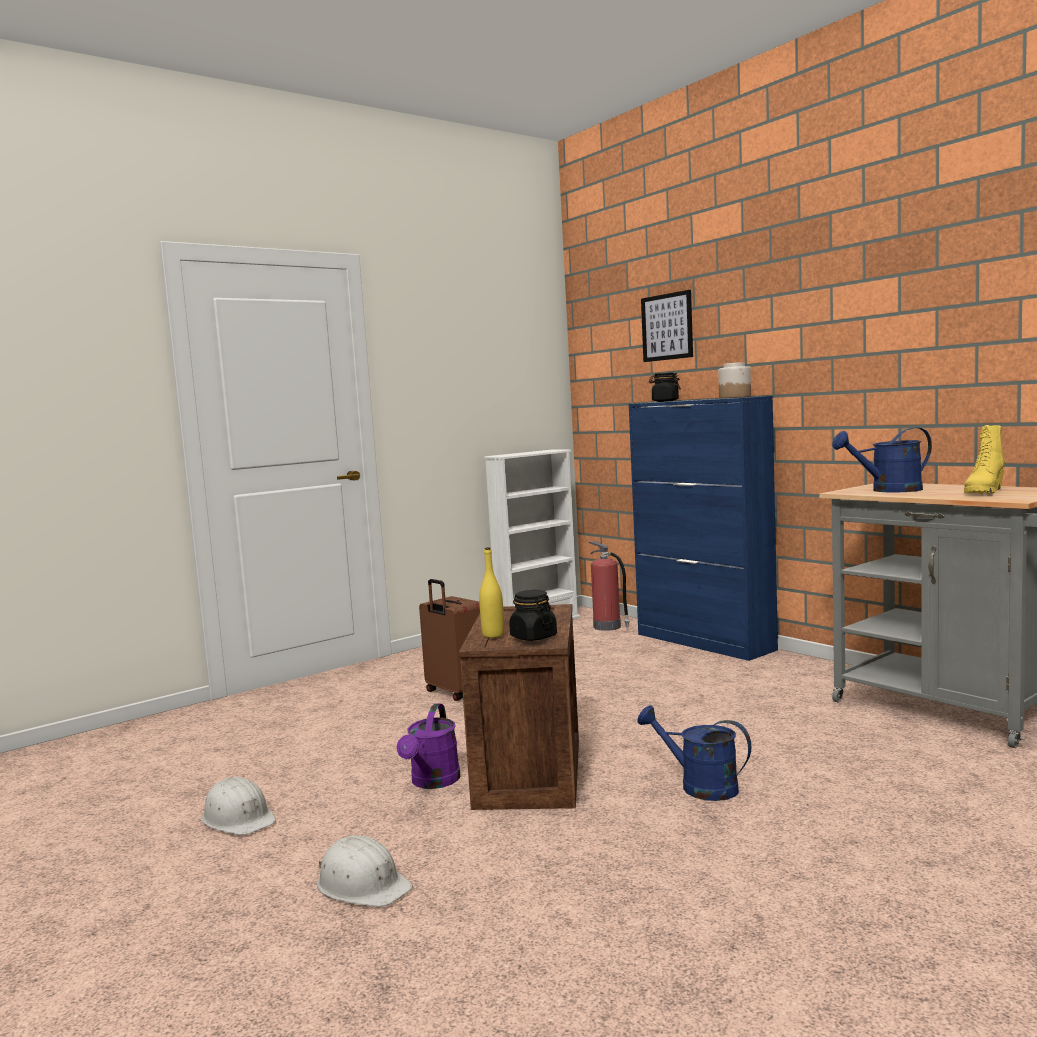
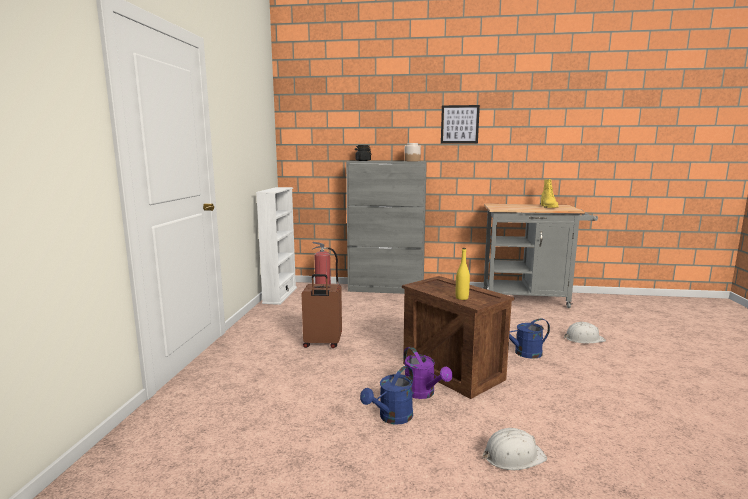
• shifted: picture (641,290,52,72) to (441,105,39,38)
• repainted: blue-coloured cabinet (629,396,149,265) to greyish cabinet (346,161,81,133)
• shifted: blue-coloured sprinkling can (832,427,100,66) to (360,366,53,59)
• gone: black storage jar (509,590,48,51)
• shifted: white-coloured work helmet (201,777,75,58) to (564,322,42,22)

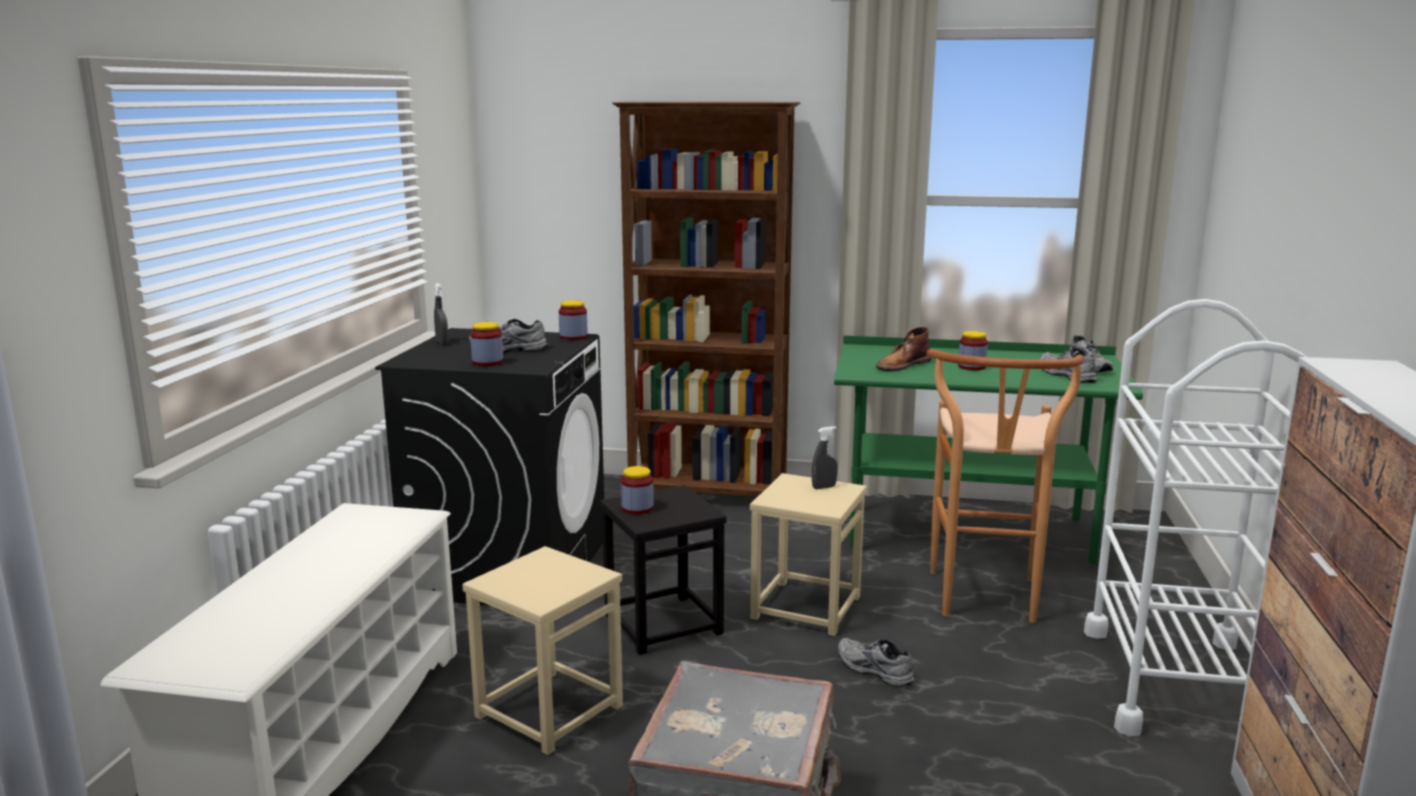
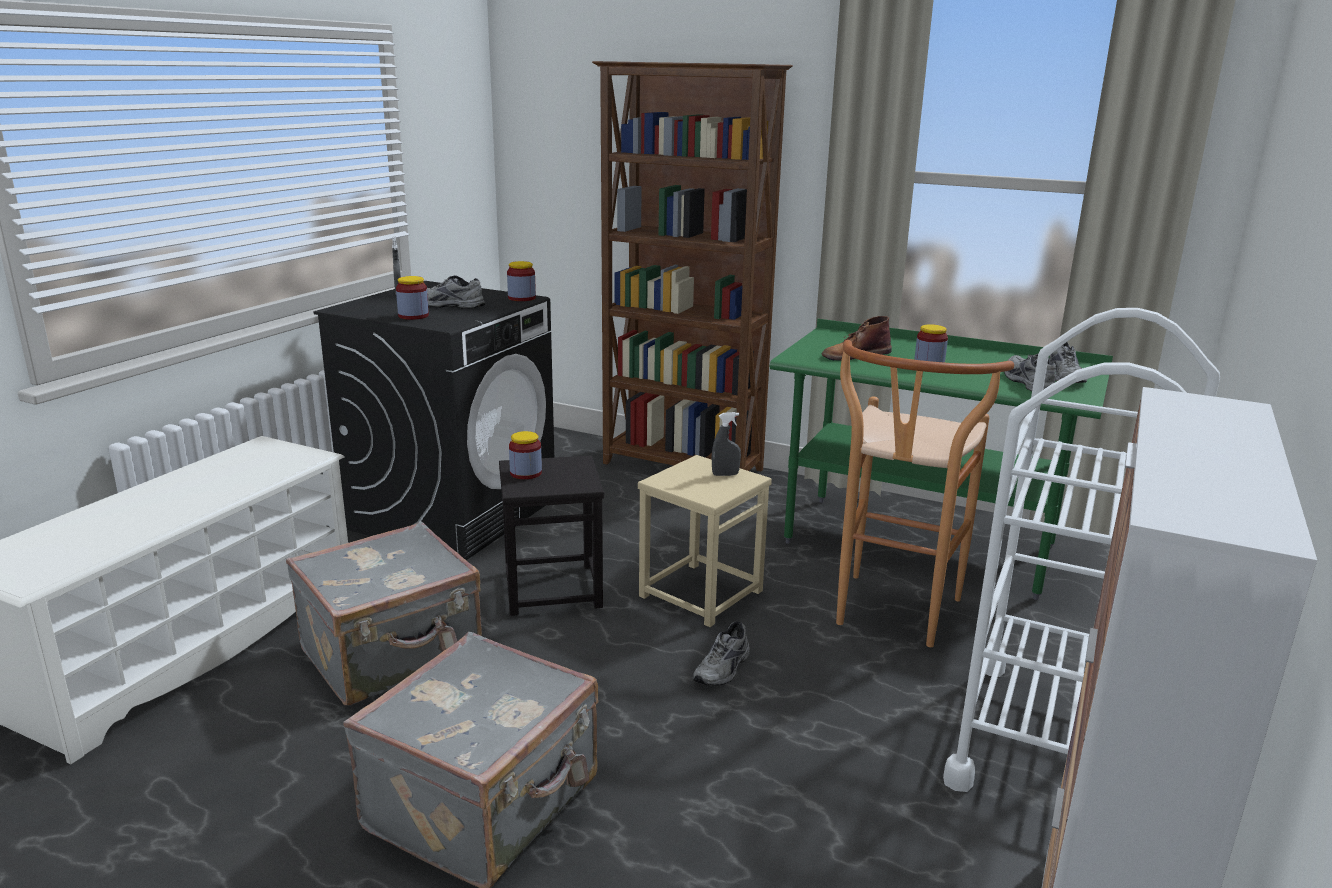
• swapped: sand-coloured stool (462,546,161,209) to greyish travel case (286,521,196,184)
• rotated: greyish item of footwear (838,638,76,49) = (693,622,57,64) 120 degrees counterclockwise

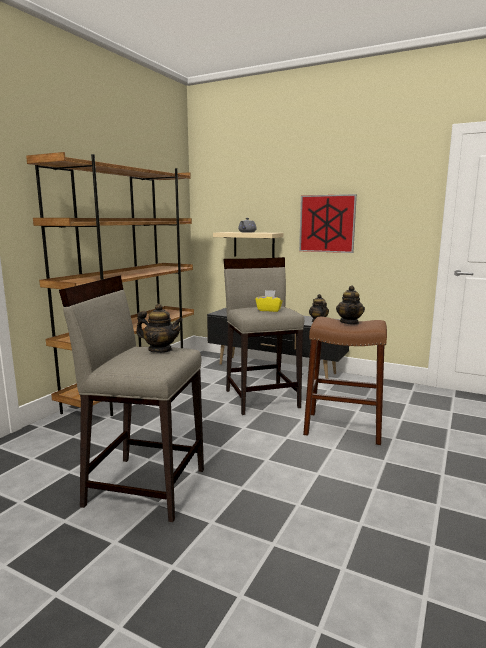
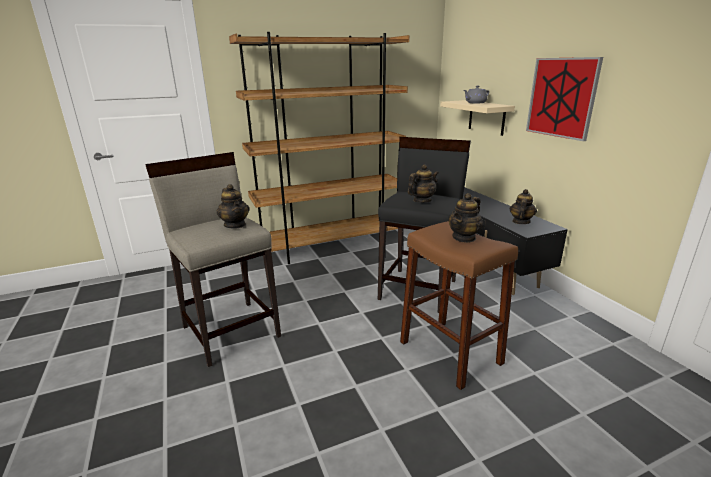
• repainted: sand-coloured stool (223,257,81,158) to black stool (378,137,93,176)
• swapped: yellowish tissue box (255,290,28,22) to teapot (407,164,32,39)

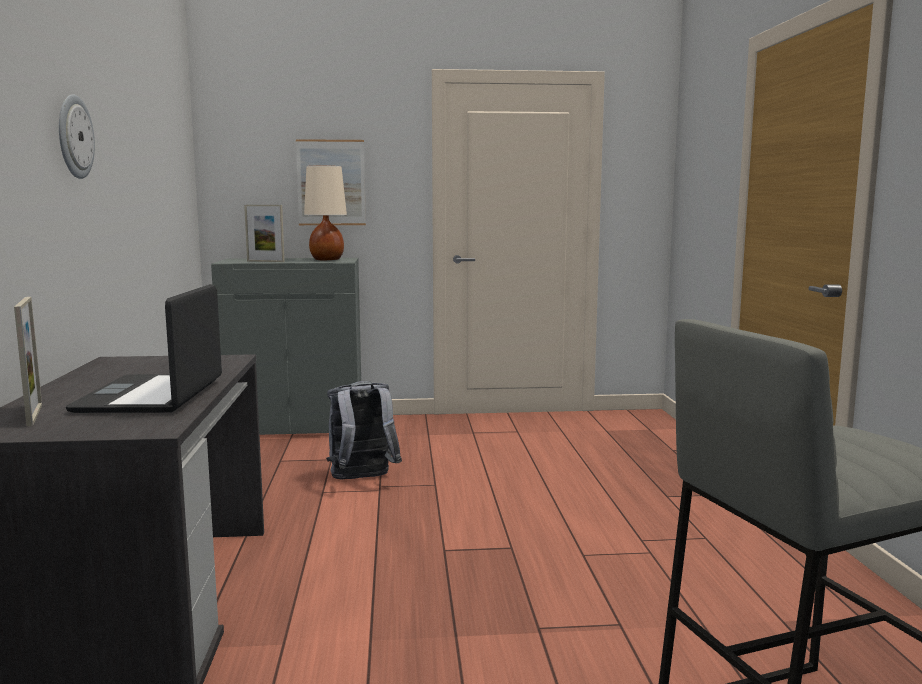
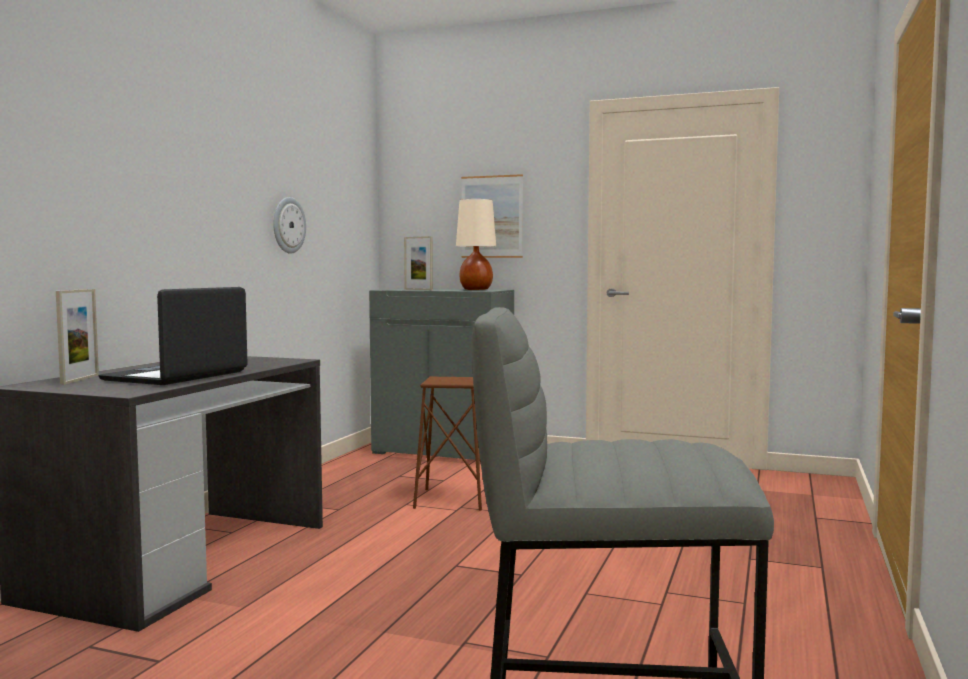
• shifted: clock on the wall (59,94,36,85) to (273,197,33,57)
• swapped: greyish rucksack (326,381,76,99) to brownish stool (413,377,69,134)

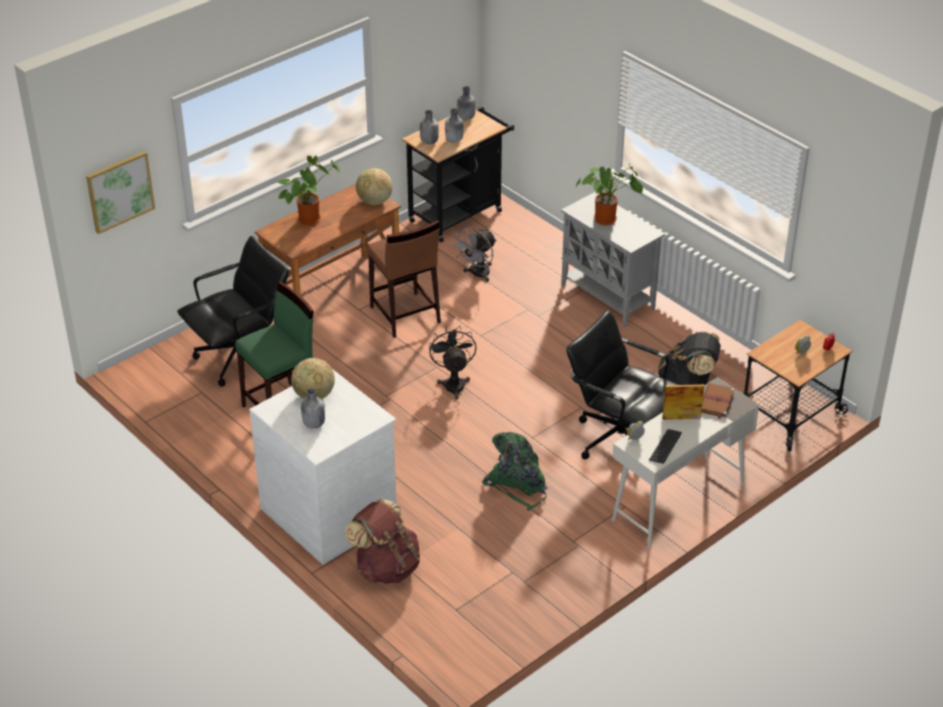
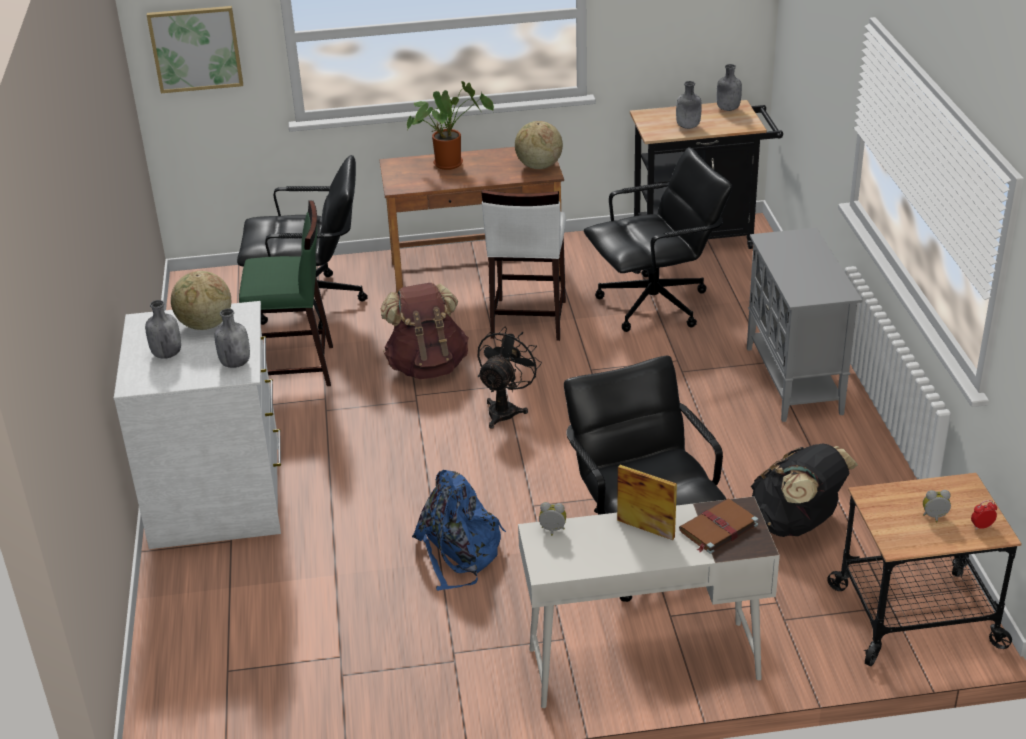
• shifted: greyish drink bottle (420,110,19,34) to (215,309,35,59)
• gone: plant in a pot (575,164,68,61)
• repainted: brownish stool (367,220,74,118) to white-coloured stool (482,190,84,151)
• swapped: greyish fan (452,228,45,54) to black desk chair (584,147,148,185)
• gone: keyboard (649,429,33,35)
• repainted: green rucksack (482,432,65,79) to blue-coloured rucksack (412,470,94,121)
• shifted: brownish rucksack (344,499,76,85) to (381,283,87,96)

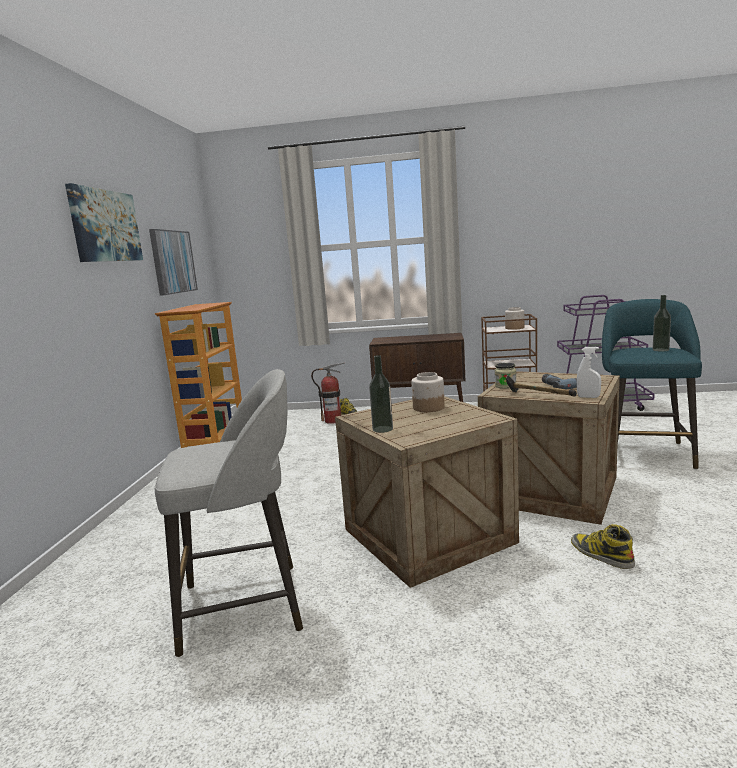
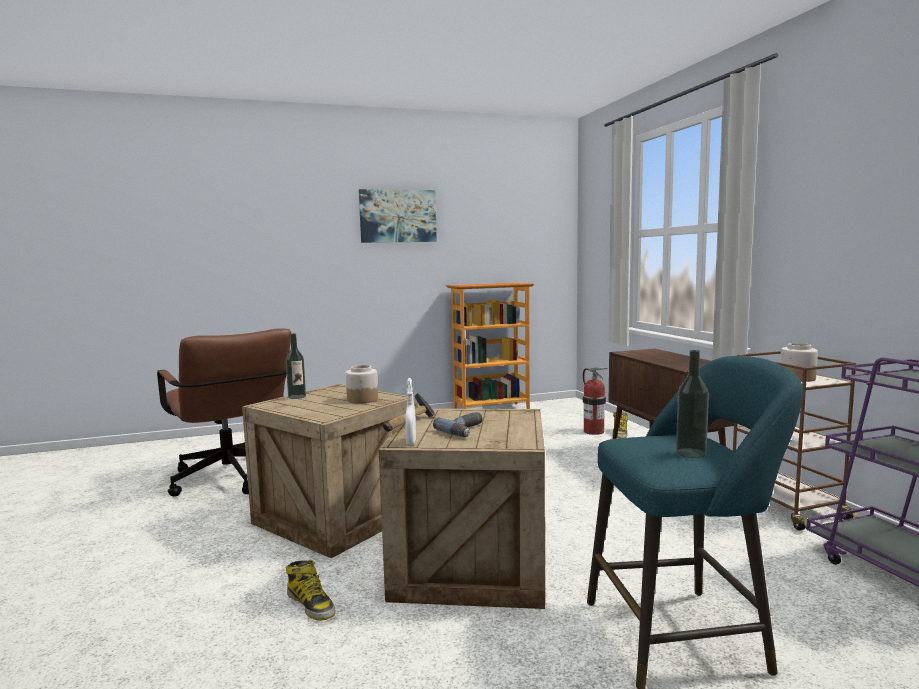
• gone: picture (149,229,49,67)
• gone: storage jar (495,363,21,26)
• swapped: greyish stool (155,369,148,288) to brownish desk chair (157,328,134,168)
• rotated: boot (571,524,64,45) = (286,560,50,61) 105 degrees clockwise

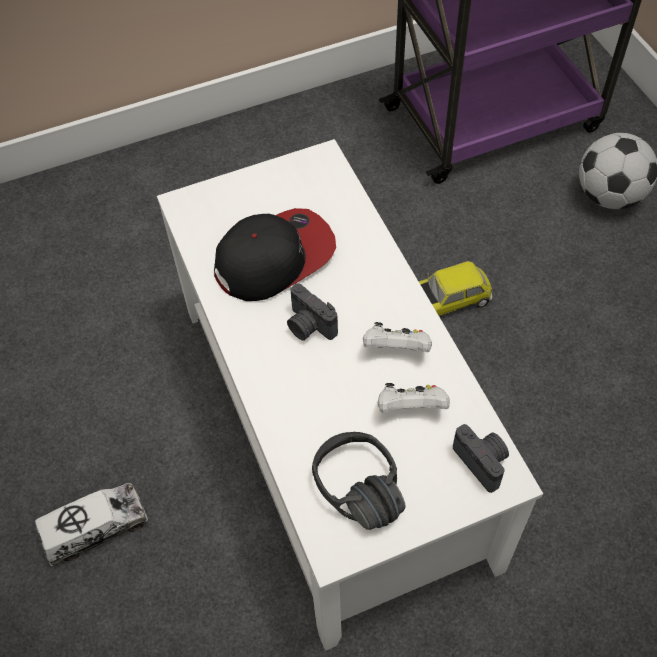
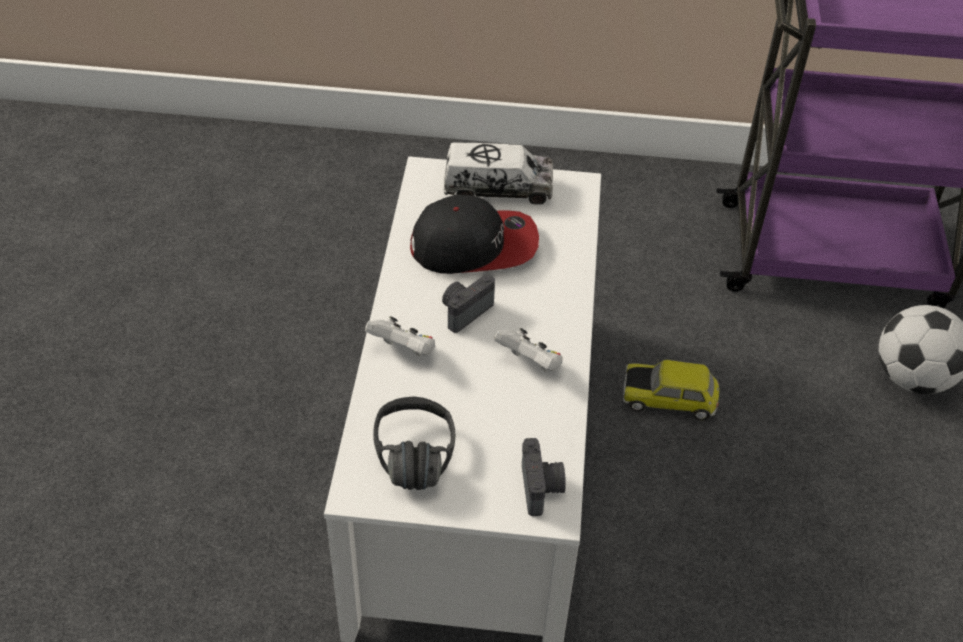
• rotated: photo camera (287,283,51,58) = (442,274,53,59) 60 degrees clockwise
• shifted: white-coloured joypad (378,383,72,30) to (365,316,70,40)
• shifted: toy truck (35,483,113,83) to (444,143,109,62)

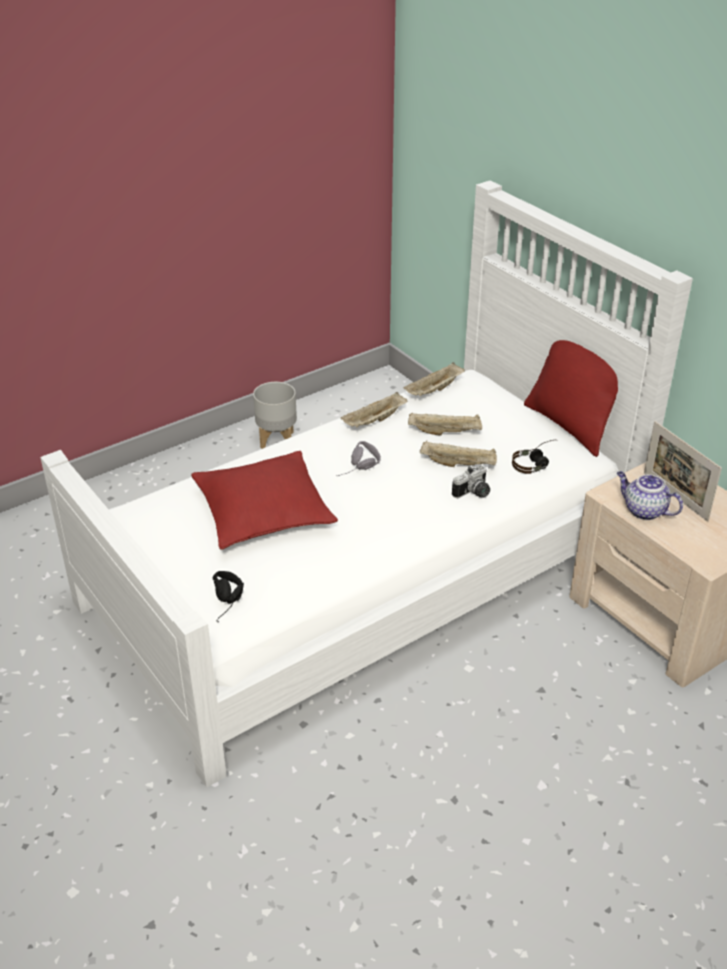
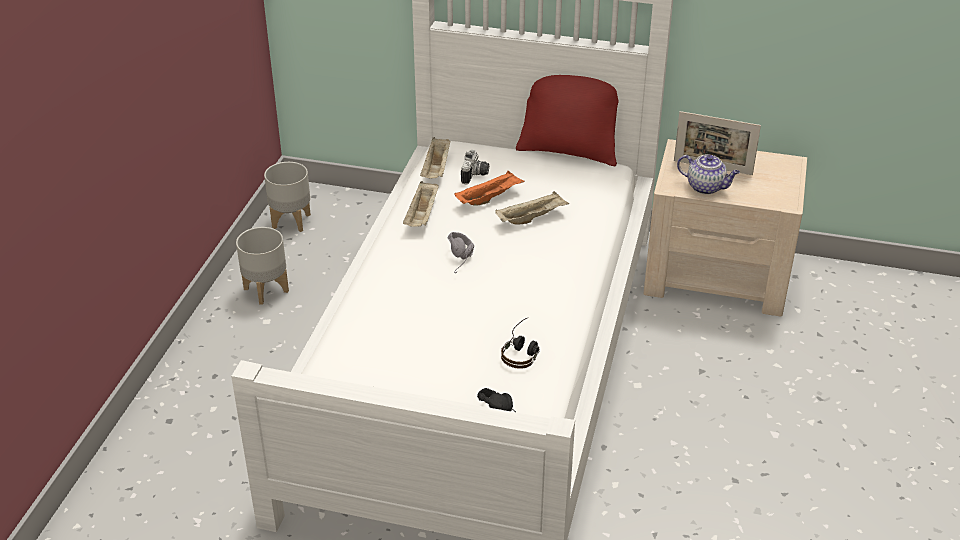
• repainted: sand-coloured tray (408,412,74,24) to orangey tray (455,171,70,35)
• shifted: headphones (512,440,41,34) to (501,318,39,51)
• gone: red-coloured cushion (191,451,147,98)
• shifted: photo camera (452,465,38,33) to (461,150,28,34)
• rotated: teapot (617,471,66,49) = (677,155,63,39) 150 degrees counterclockwise
• new: greyish plant pot (264,162,47,70)

